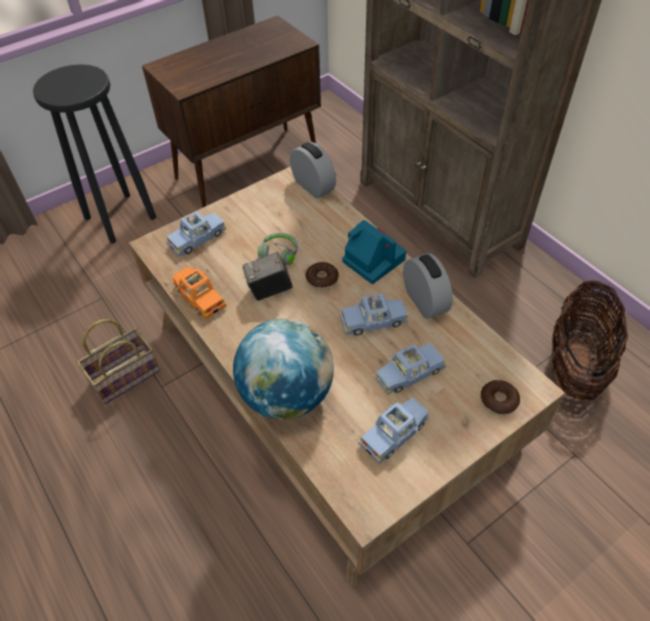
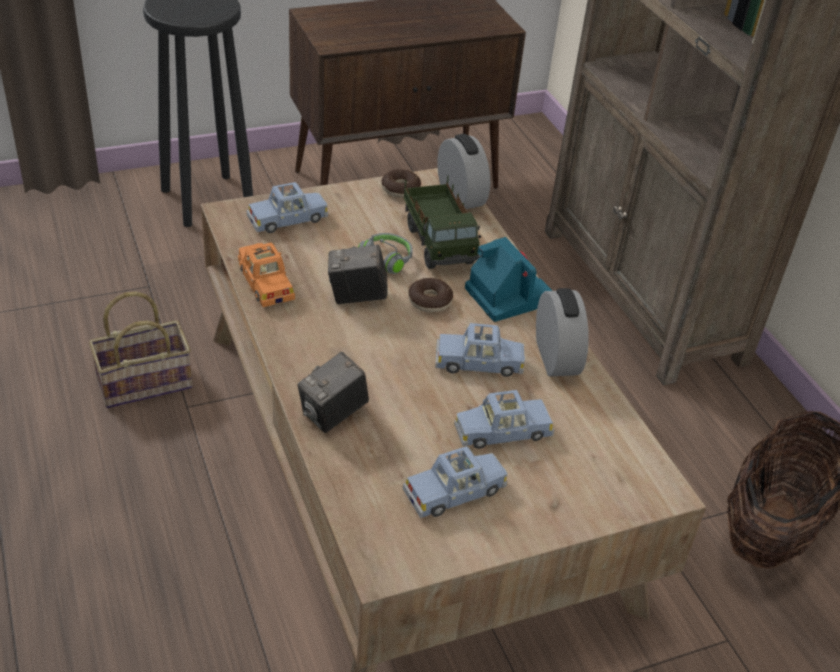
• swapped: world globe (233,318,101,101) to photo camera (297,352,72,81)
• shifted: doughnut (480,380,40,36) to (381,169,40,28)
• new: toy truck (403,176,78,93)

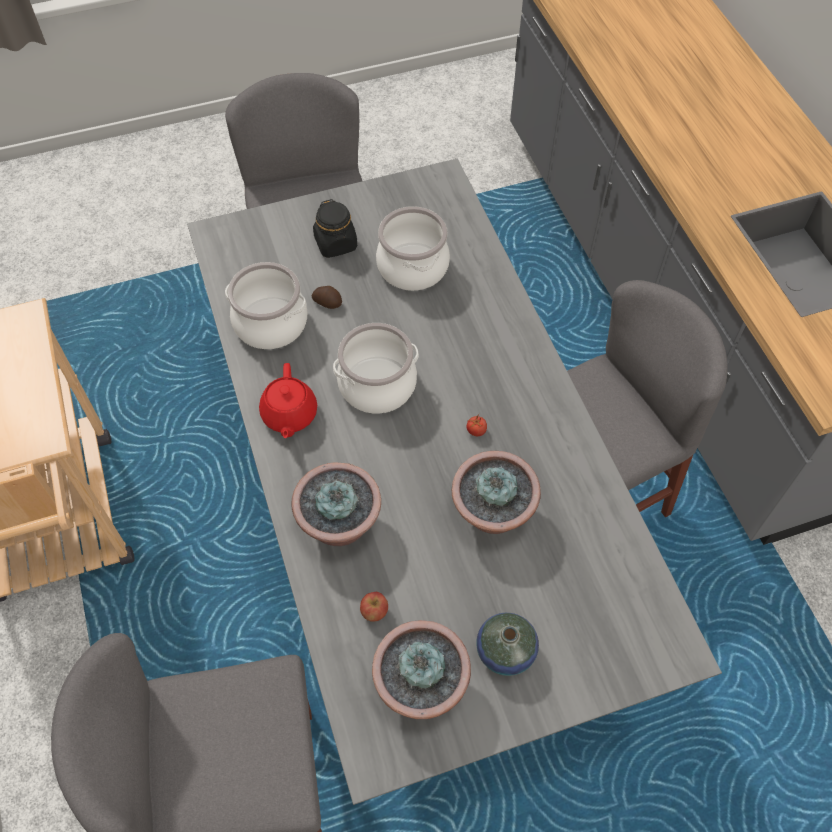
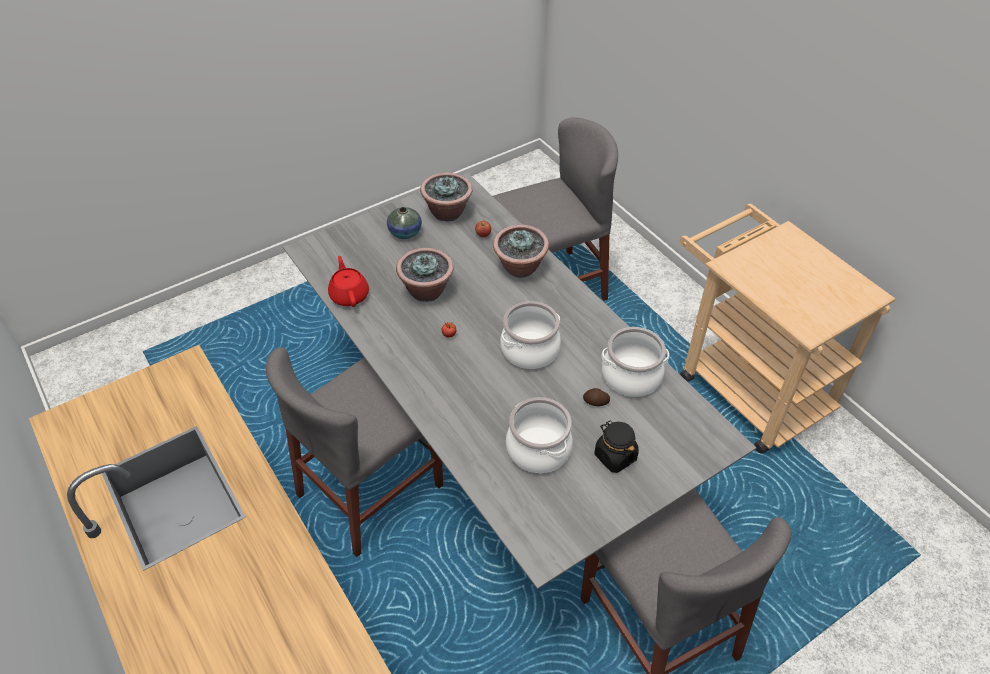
• shifted: red-coloured teapot (259,363,58,75) to (328,256,41,51)

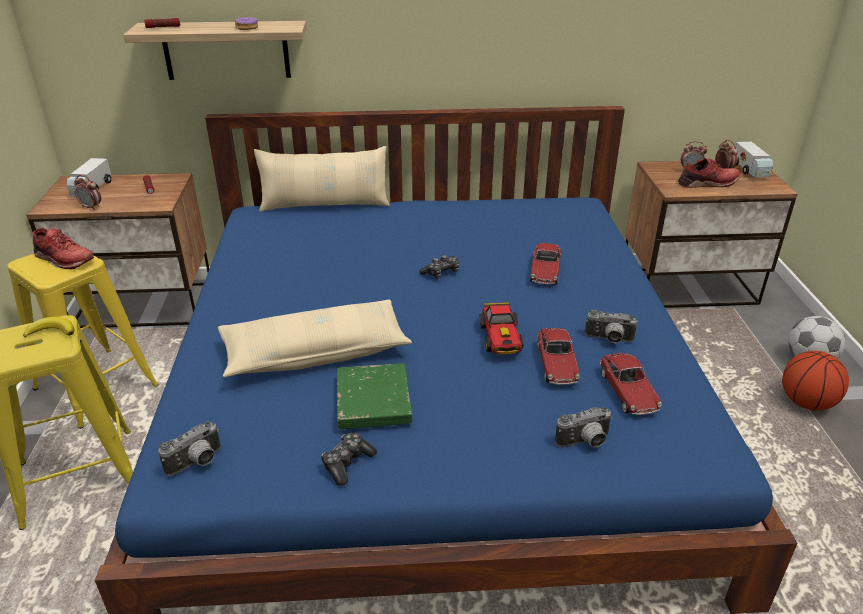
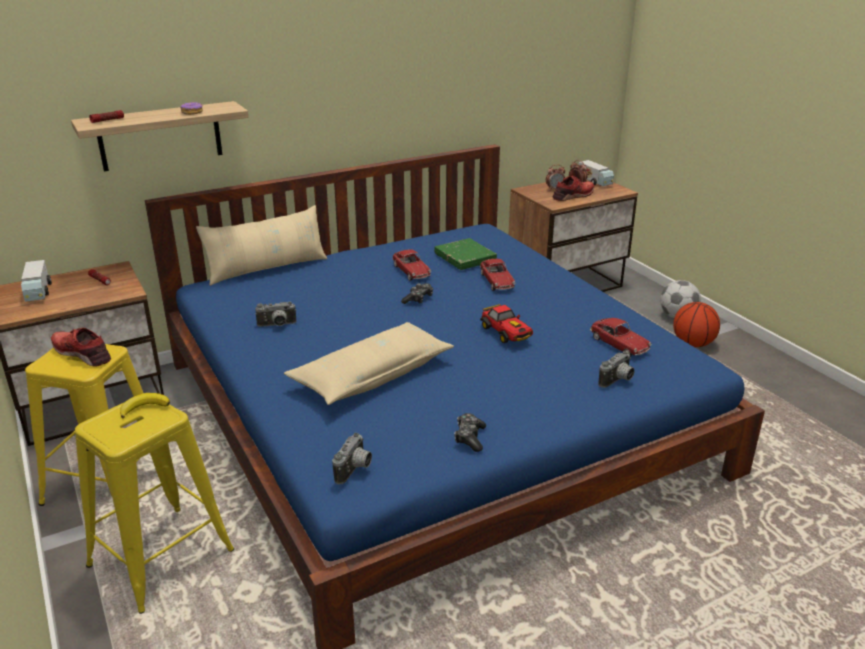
• gone: alarm clock (74,175,27,35)
• rotated: red-coloured item of footwear (32,228,62,41) = (51,328,60,38) 150 degrees counterclockwise
• shifted: photo camera (585,309,53,34) to (255,302,41,25)
• shifted: miniature car (537,328,43,57) to (392,249,39,32)
• shifted: green book (337,363,75,66) to (434,238,63,32)

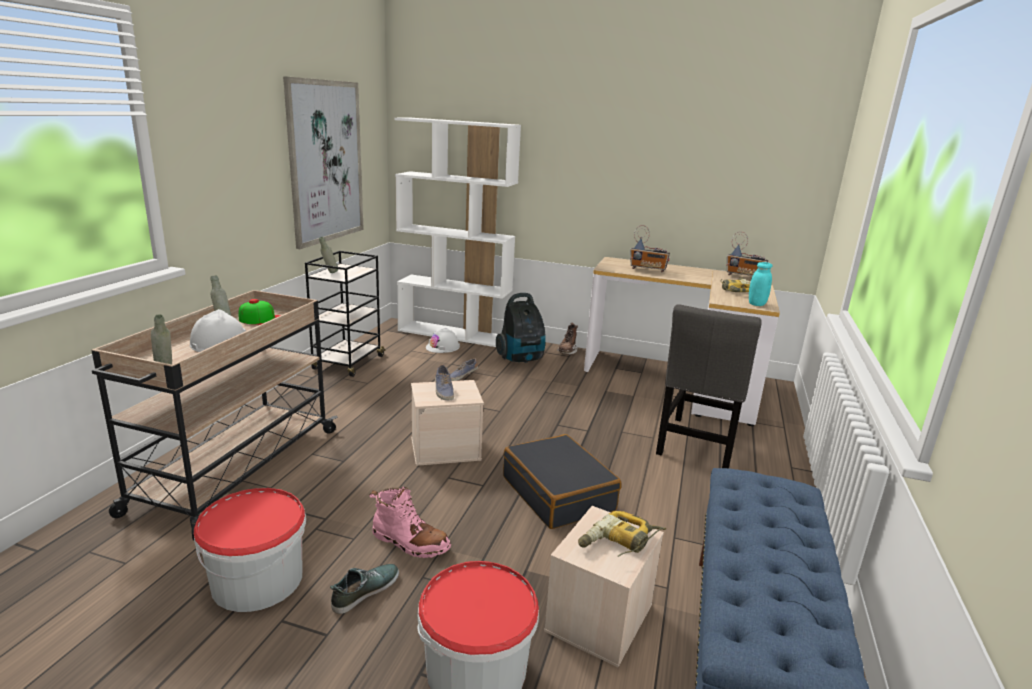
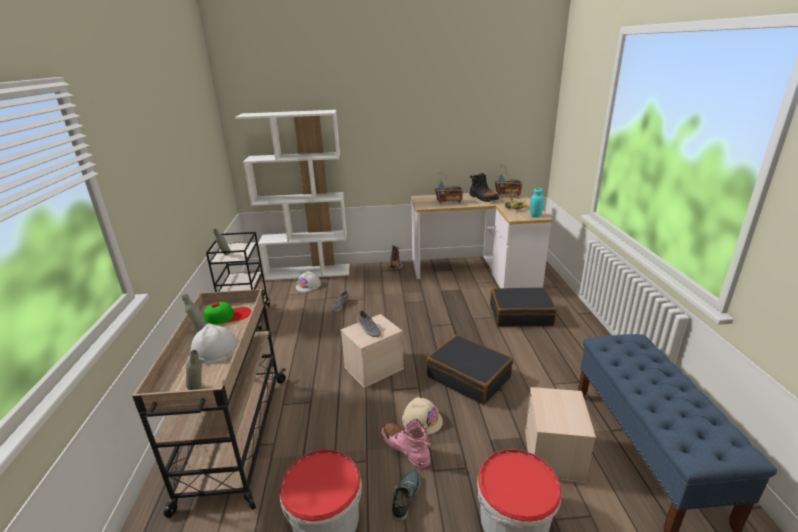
• gone: picture (283,76,81,173)
• gone: vacuum cleaner (496,293,50,70)
• swapped: greyish plain chair (656,304,105,164) to black travel case (490,287,67,40)
• rotated: pinkish boot (369,487,82,71) = (382,419,50,49) 135 degrees counterclockwise
• gone: drill (578,511,88,46)
• new: black boot (470,173,29,29)
• new: sand-coloured work helmet (402,397,41,38)

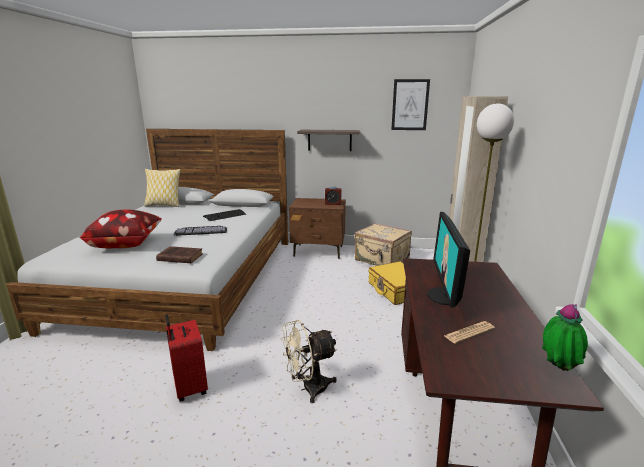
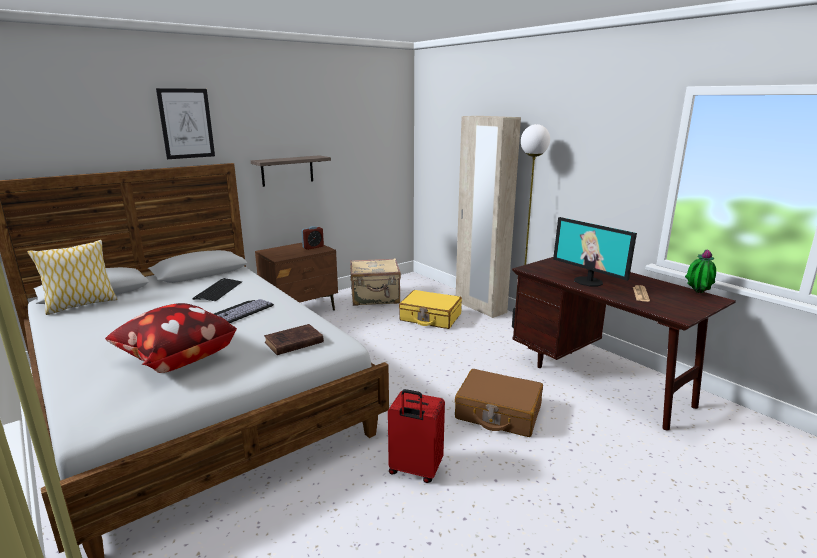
• shifted: picture (391,79,39,51) to (156,88,59,71)
• swapped: sand-coloured fan (281,320,56,83) to brownish travel case (455,369,88,68)

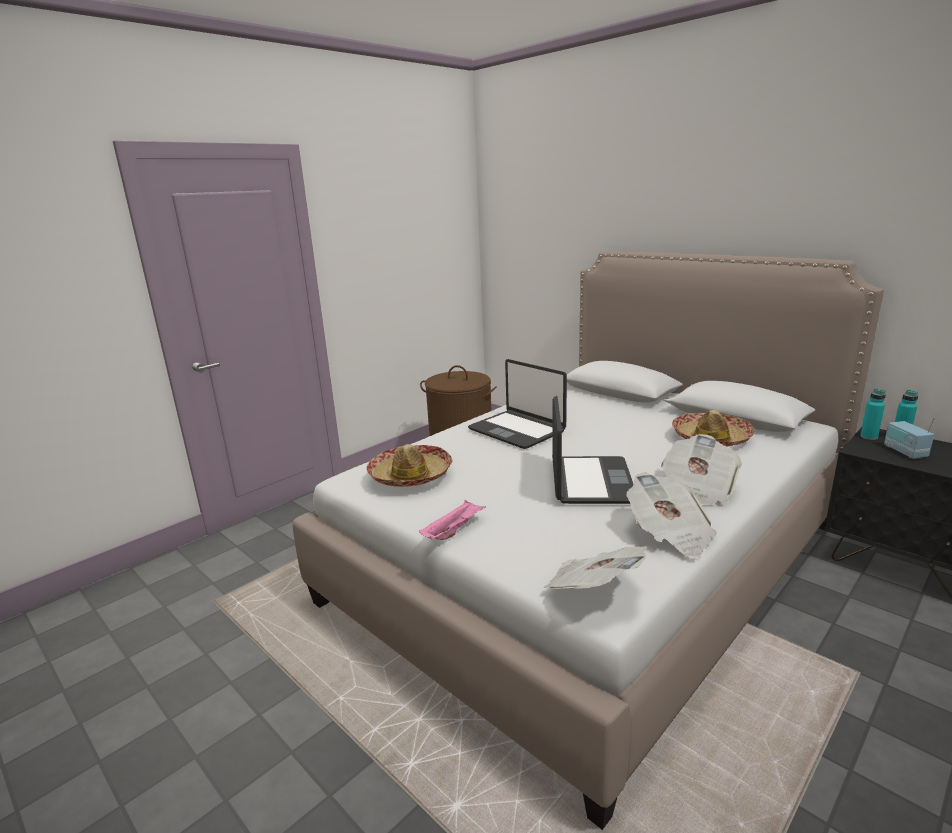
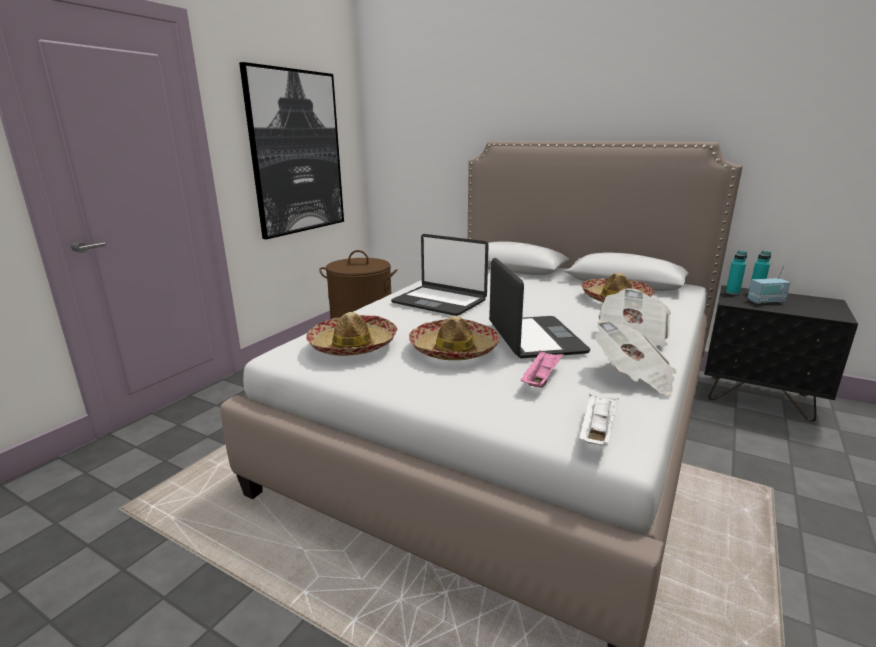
• rotated: radio receiver (884,418,51,41) = (748,265,42,39) 75 degrees counterclockwise
• shifted: pinkish tray (419,500,67,40) to (520,350,44,38)
• swapped: newspaper (544,546,103,43) to white-coloured tray (579,393,40,53)
• new: picture (239,62,105,177)
• new: clothing hat (409,316,91,44)

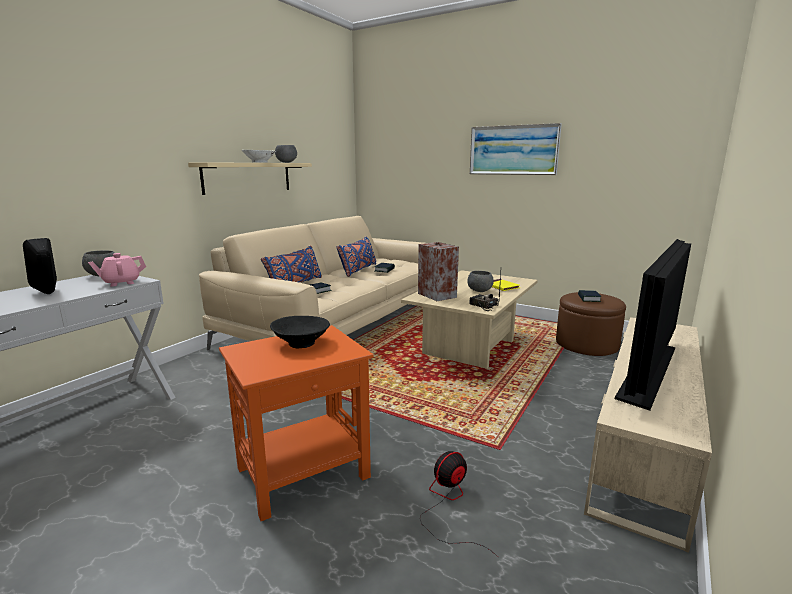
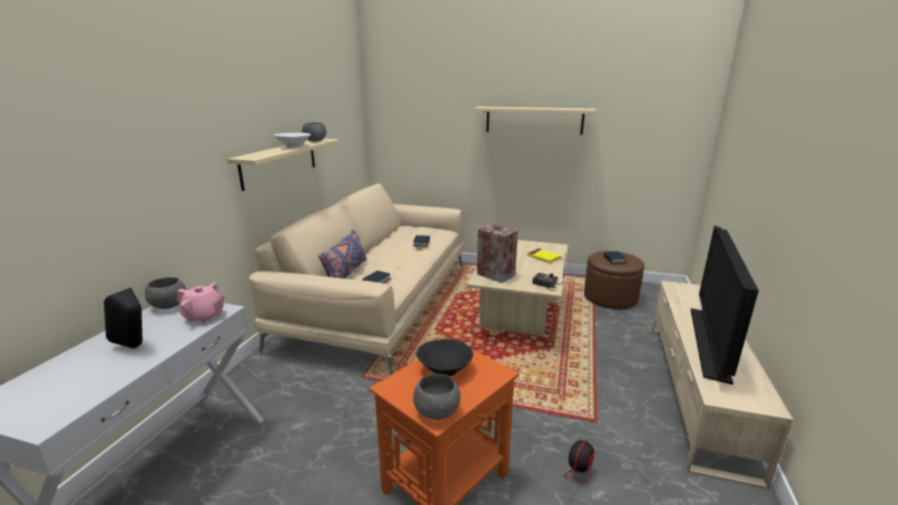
• swapped: picture (470,123,92,52) to sand-coloured wall shelf (473,107,123,28)
• gone: blue-coloured cushion (336,236,40,41)
• rotated: pinkish teapot (88,253,58,34) = (177,283,48,40) 120 degrees counterclockwise
• shifted: greyish bowl (467,271,27,21) to (413,374,47,46)

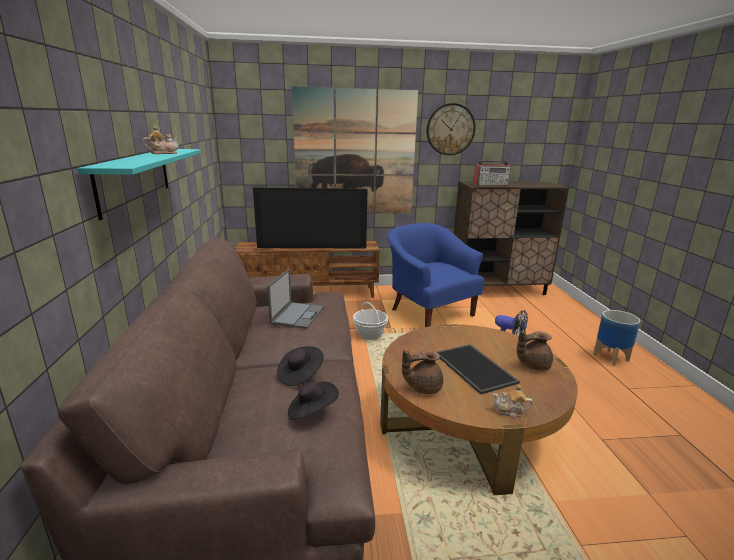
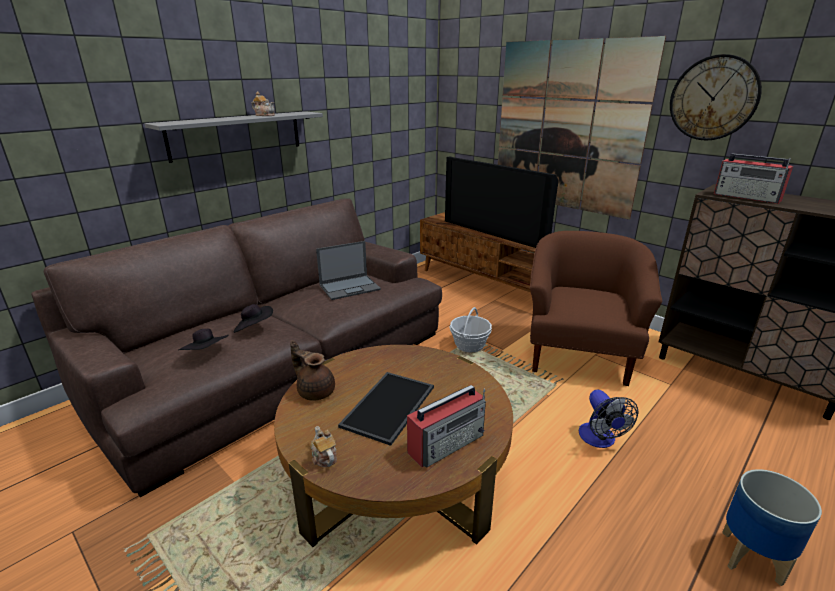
• repainted: blue-green wall shelf (78,149,123,71) to greyish wall shelf (145,111,178,52)
• repainted: blue-coloured armchair (387,223,97,104) to brownish armchair (530,231,132,155)
• swapped: brownish teapot (517,330,36,41) to radio receiver (407,385,79,83)

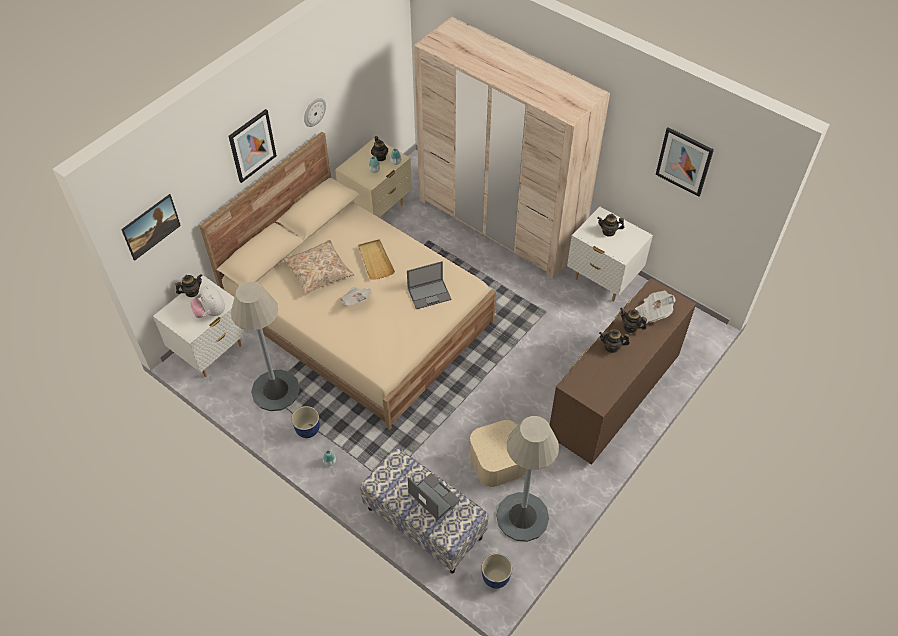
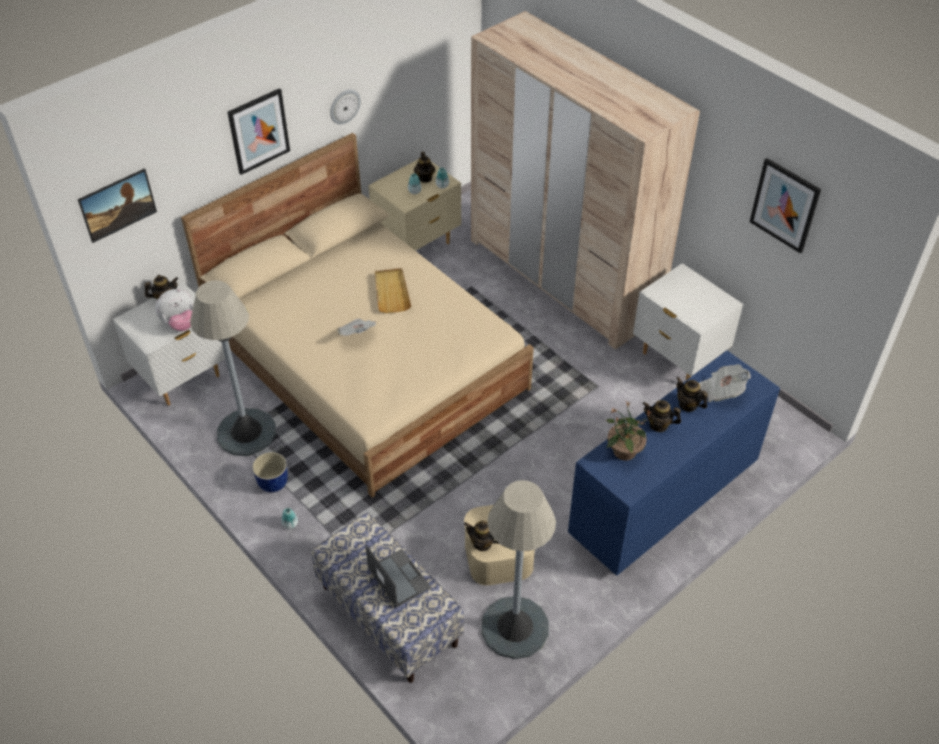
• shifted: teapot (597,214,27,23) to (464,521,35,30)
• gone: sand-coloured cushion (283,240,71,55)
• gone: portable computer (407,261,45,48)
• repainted: brownish drawer chest (550,278,146,187) to blue-coloured drawer chest (568,350,212,226)
• rotated: cuddly toy (190,285,35,33) = (155,288,38,43) 105 degrees counterclockwise
• gone: plant pot (482,553,30,36)
• new: plant in a pot (606,401,46,60)

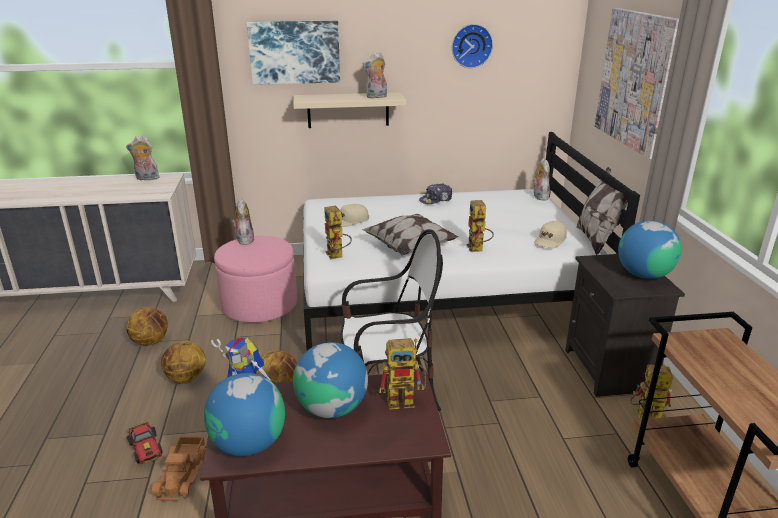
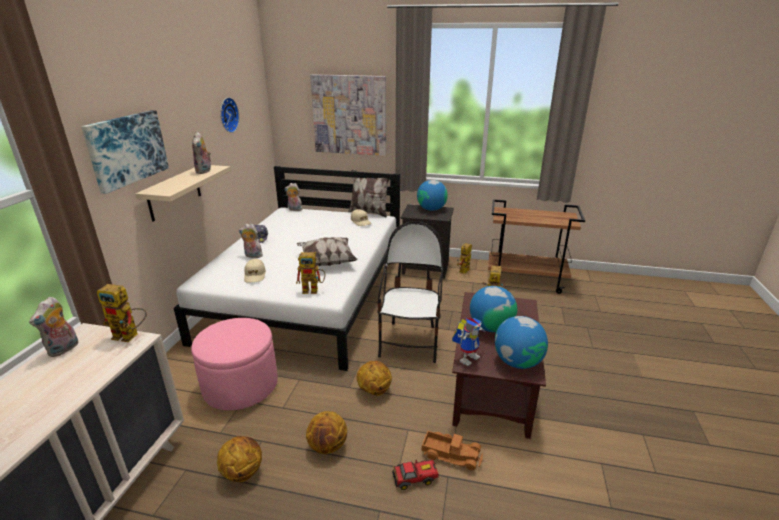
• shifted: cuddly toy (232,198,23,47) to (239,224,24,34)
• shifted: toy robot (466,200,28,52) to (97,284,50,58)

